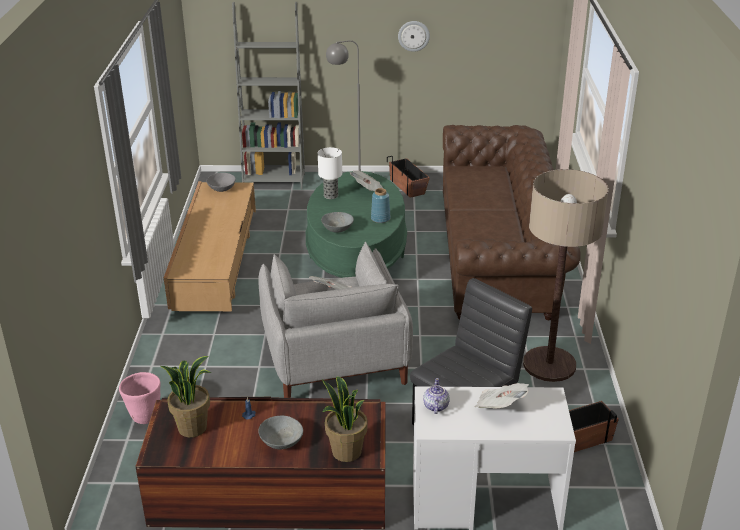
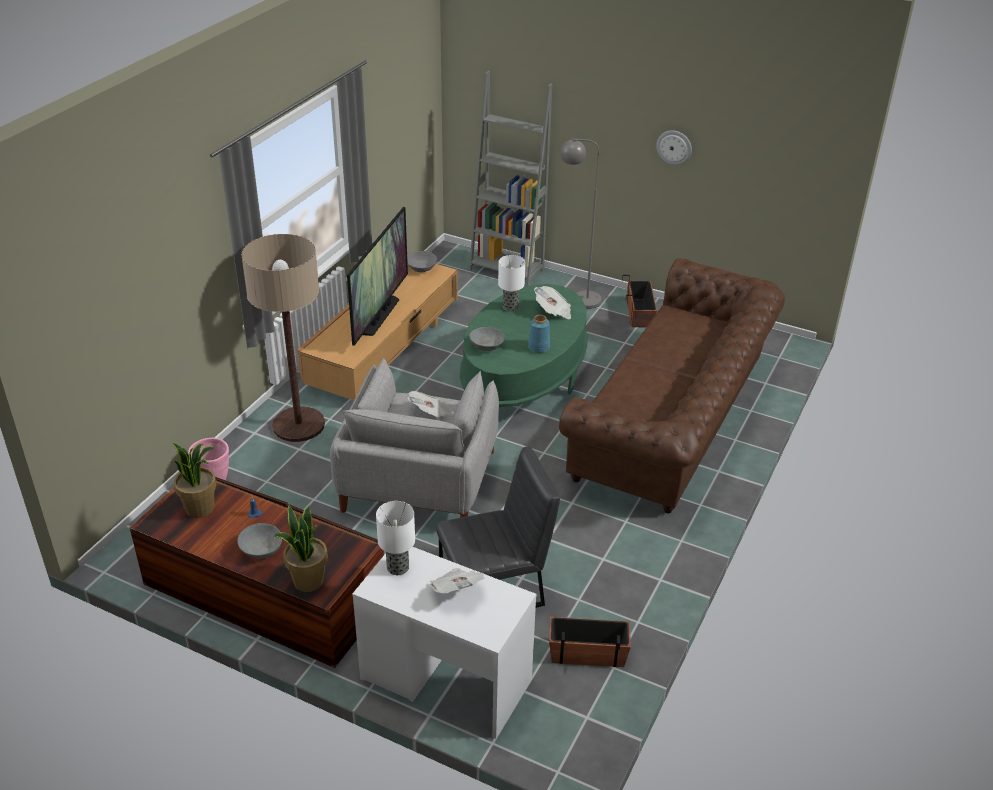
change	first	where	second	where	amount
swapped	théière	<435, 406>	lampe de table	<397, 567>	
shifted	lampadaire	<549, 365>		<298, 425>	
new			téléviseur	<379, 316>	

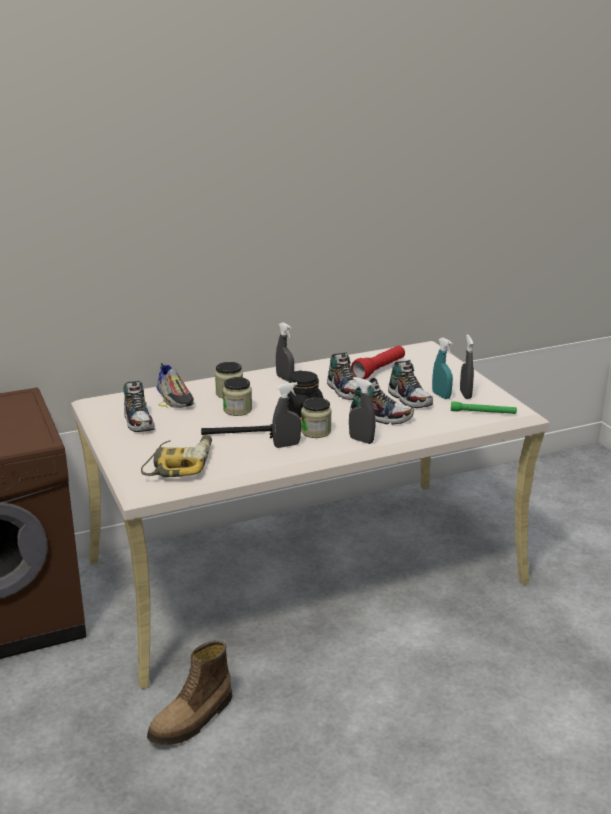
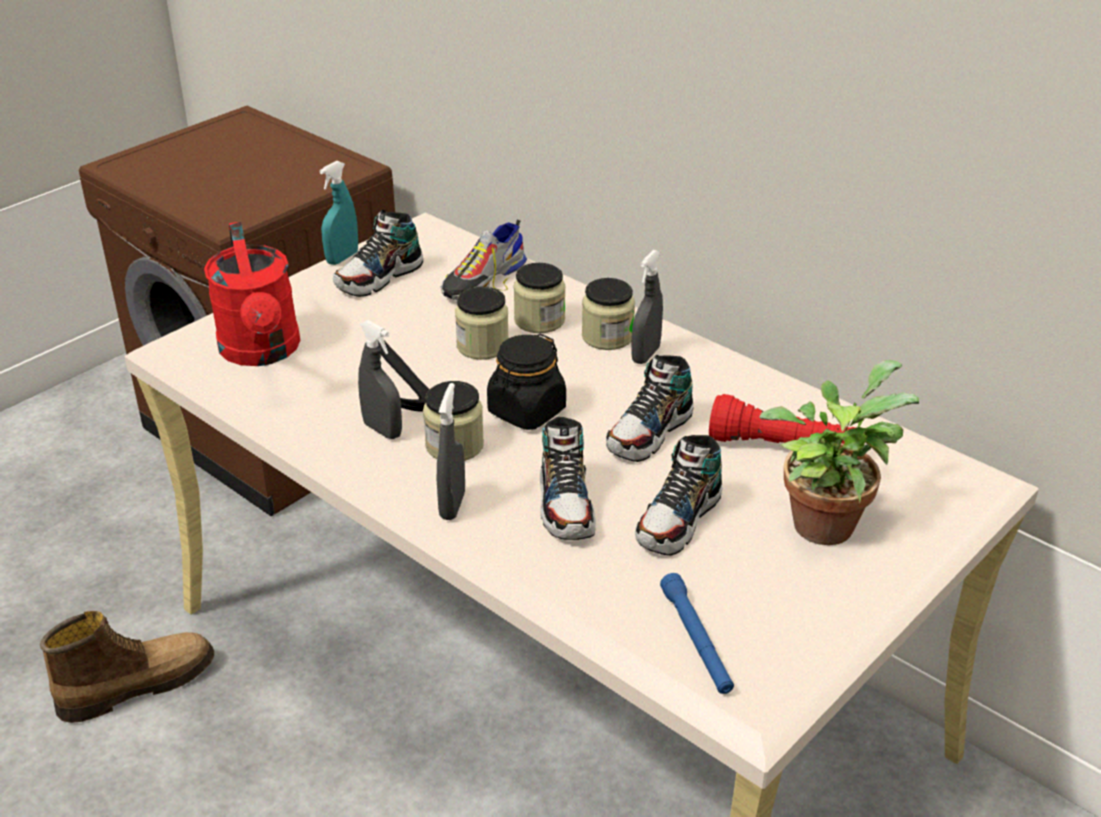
change	first	where	second	where	amount
swapped	perceuse	<180, 464>	arrosoir [rouge]	<262, 352>	
rotated	botte	<192, 720>		<137, 685>	135 degrees clockwise
shifted	vaporisateur [turquoise]	<441, 395>		<342, 258>	
repainted	lampe de poche [vert]	<483, 412>	lampe de poche [bleu]	<696, 641>	
gone	vaporisateur [gris]	<465, 394>			
new			bocal	<607, 337>	
new			plante en pot	<825, 520>	

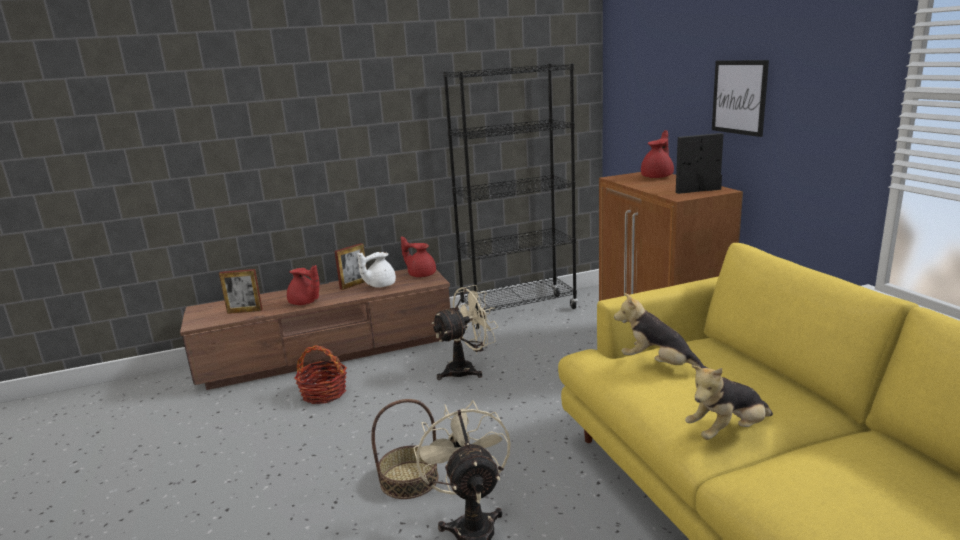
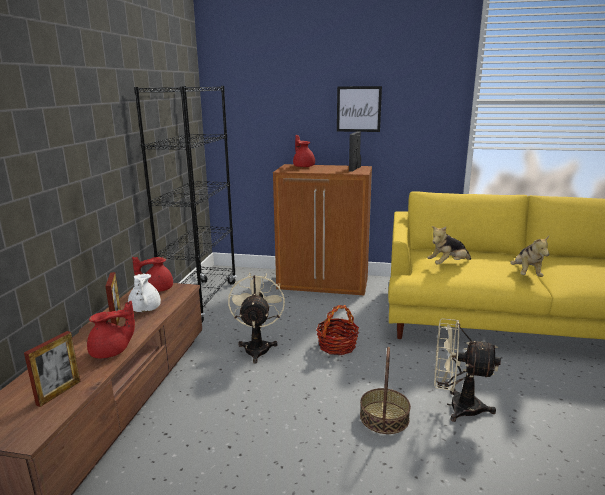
change	first	where	second	where	amount
shifted	panier	<323, 393>		<337, 346>	

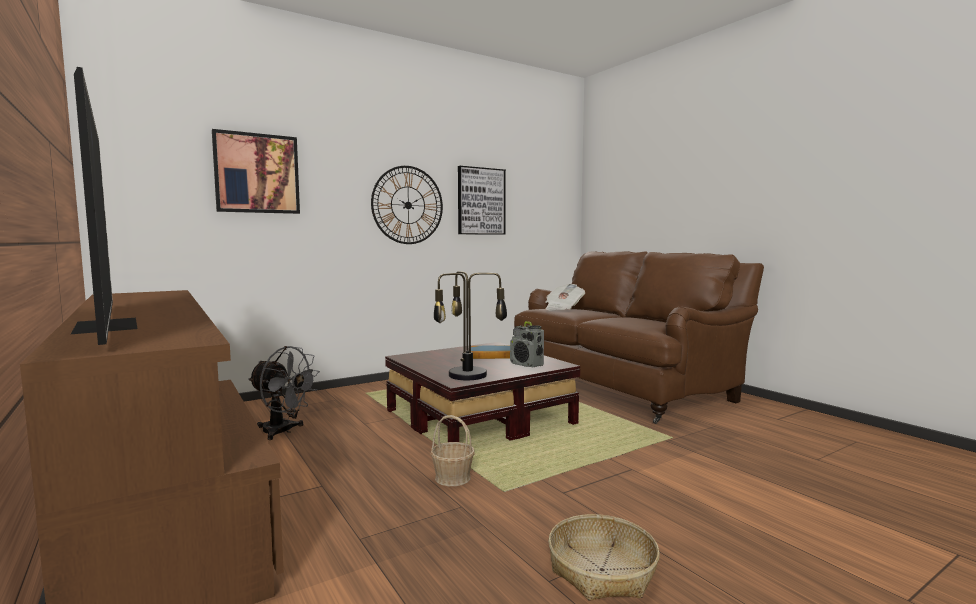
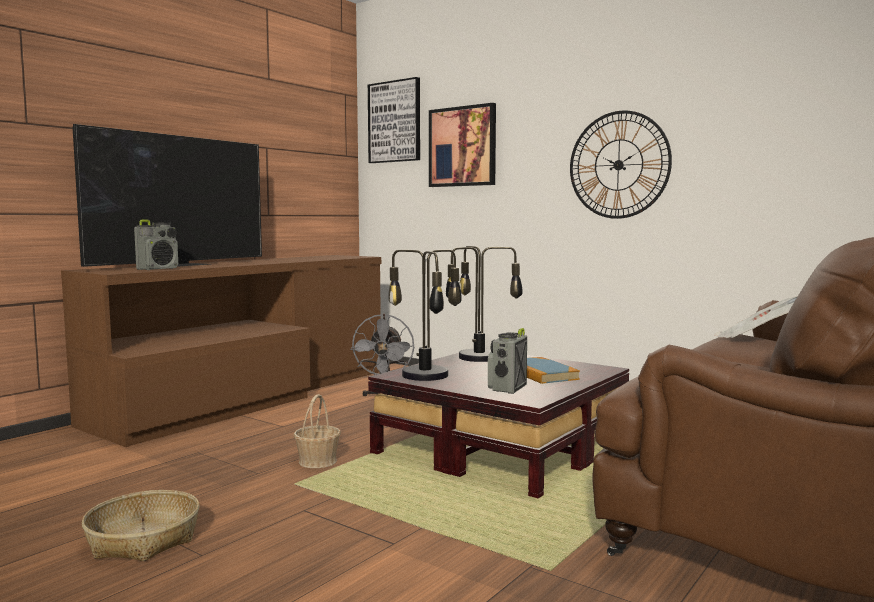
change	first	where	second	where	amount
shifted	tableau	<481, 201>		<395, 122>	
new			radio	<158, 269>	
new			lampe de table	<479, 357>	

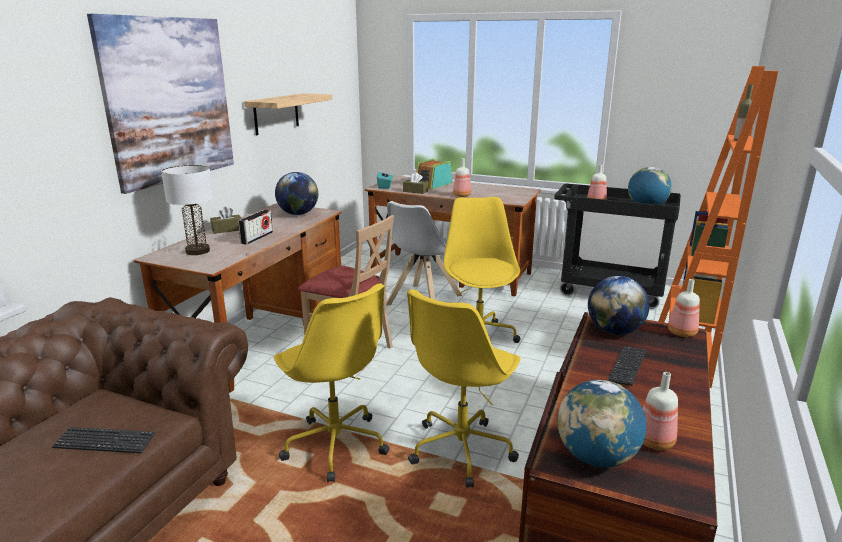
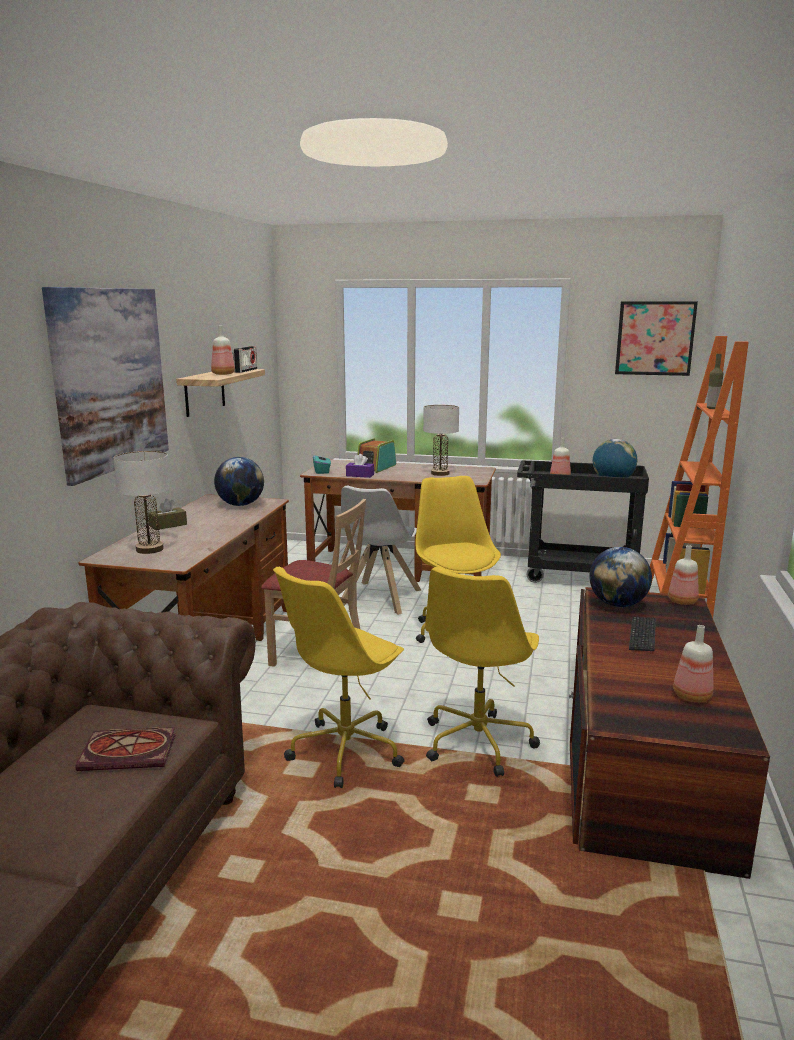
change	first	where	second	where	amount
swapped	clavier	<105, 442>	livre	<131, 752>	
shifted	radio	<257, 238>		<245, 370>	
rotated	chaise de bureau [jaune]	<337, 447>		<343, 753>	90 degrees clockwise
repainted	boîte à mouchoirs [marron]	<415, 191>	boîte à mouchoirs [violet]	<360, 475>	
shifted	bouteille	<461, 195>		<223, 374>	
gone	globe	<596, 457>			
new			lampe de table	<440, 473>	
new			tableau	<655, 338>	

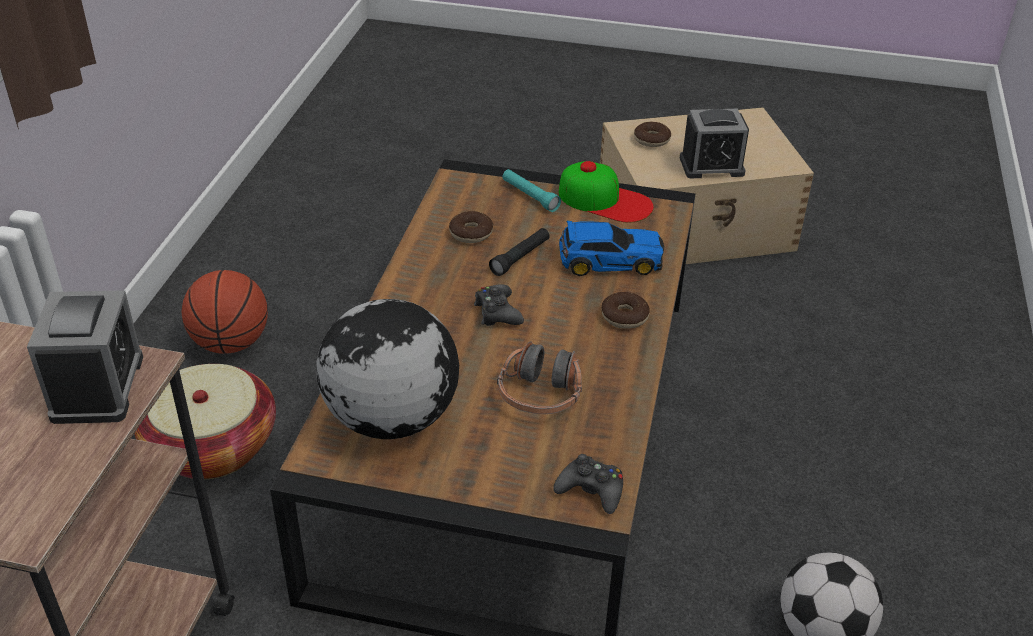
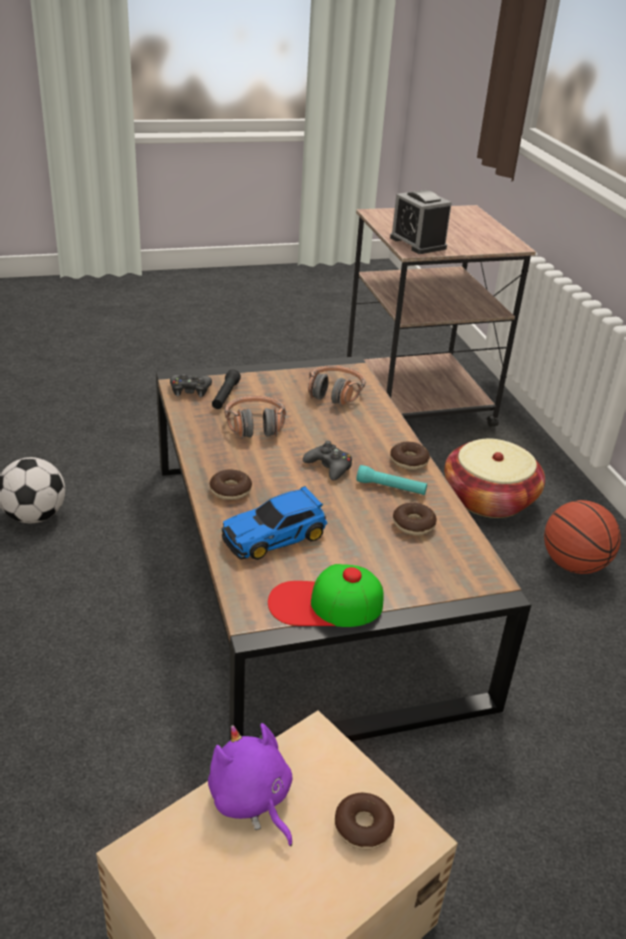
change	first	where	second	where	amount
swapped	globe	<390, 418>	casque audio	<334, 393>	
shifted	lampe de poche [noir]	<520, 258>		<225, 396>	
shifted	lampe de poche [turquoise]	<530, 196>		<391, 488>	
swapped	réveil	<711, 166>	peluche [violet]	<251, 800>	
new			beignet	<409, 461>	

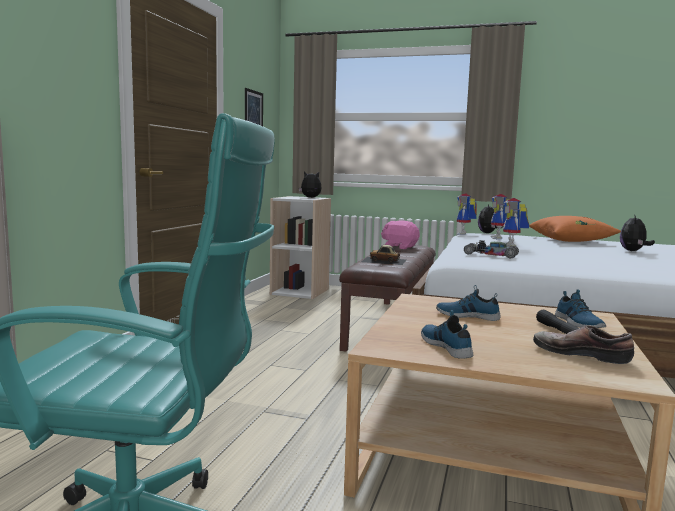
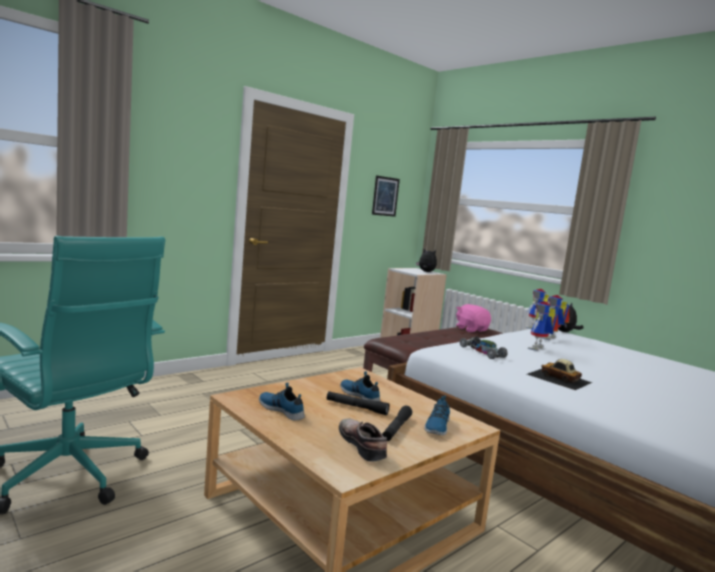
change	first	where	second	where	amount
shifted	petite voiture	<384, 260>		<559, 378>	
rotated	chaussure	<446, 346>		<281, 409>	60 degrees counterclockwise
gone	coussin [orange]	<570, 241>			
gone	peluche	<633, 251>			
new			lampe de poche [noir]	<356, 407>	

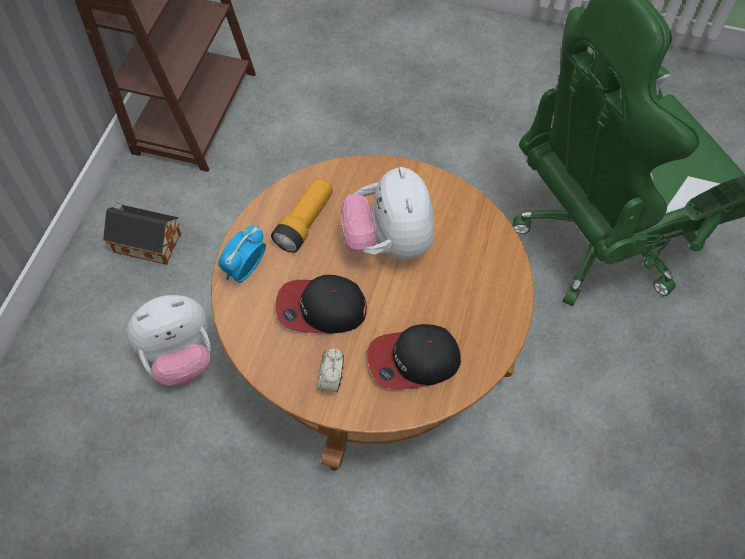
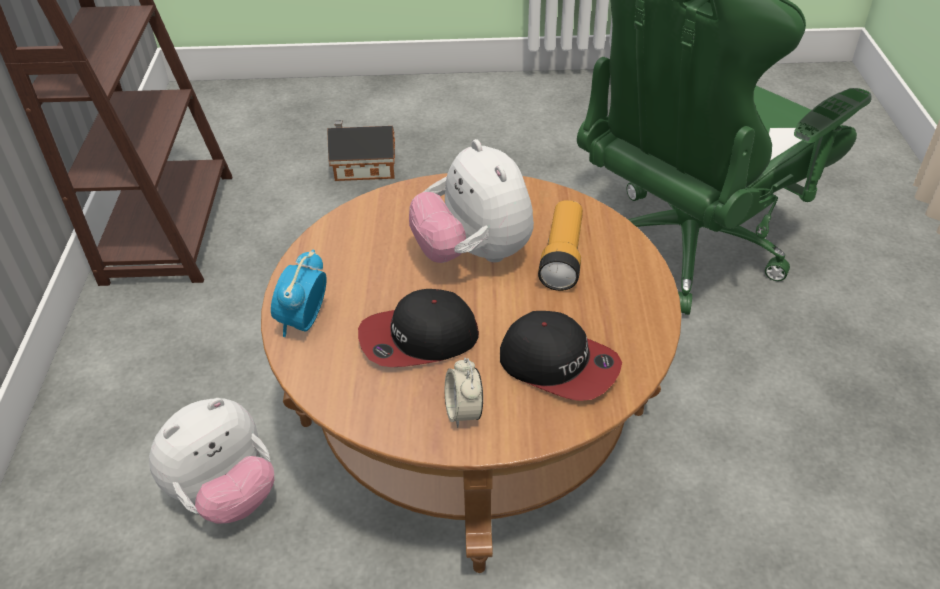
change	first	where	second	where	amount
shifted	maison miniature	<145, 242>		<362, 167>	
shifted	lampe de poche	<304, 223>		<562, 257>	
rotated	casquette	<413, 360>		<559, 364>	120 degrees counterclockwise

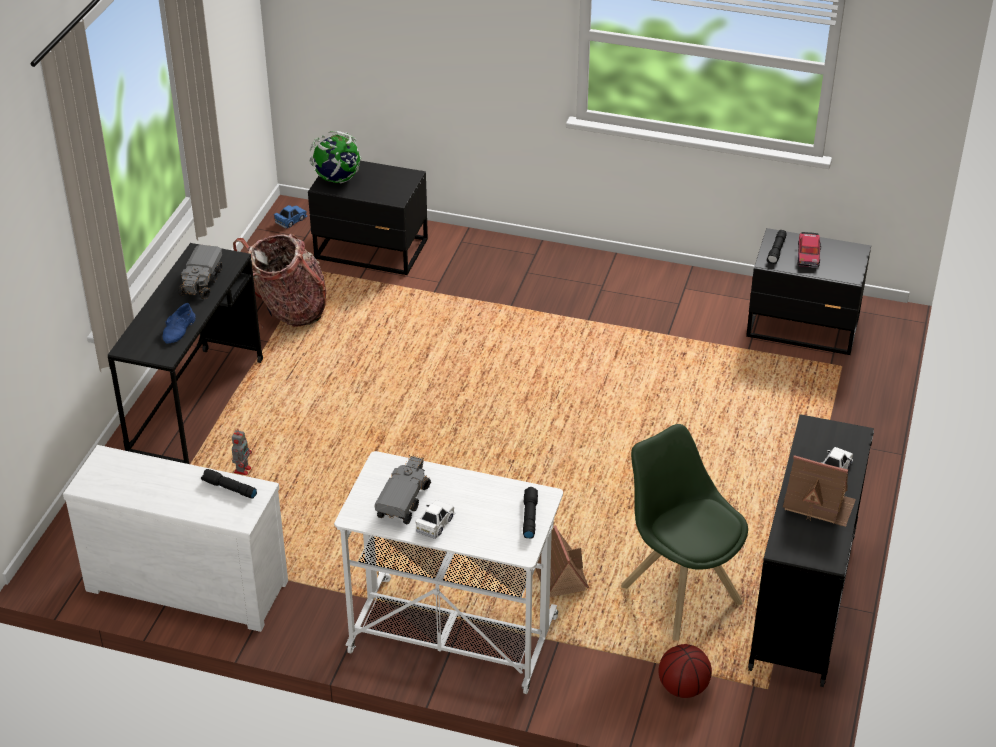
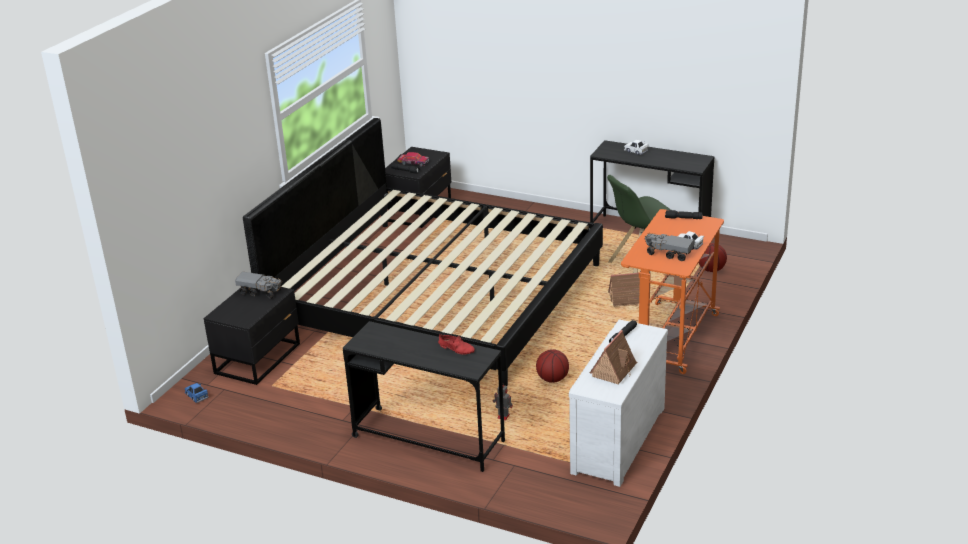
change	first	where	second	where	amount
repainted	chaussure [bleu]	<180, 330>	chaussure [rouge]	<457, 348>	
shifted	camion jouet	<201, 283>		<261, 292>	
gone	sac à dos	<288, 312>			
gone	globe	<337, 179>			
repainted	bureau [blanc]	<452, 635>	bureau [orange]	<670, 337>	
shifted	maison miniature	<818, 504>		<614, 370>	
new			lit	<437, 296>	
new			ballon de basket	<552, 379>	

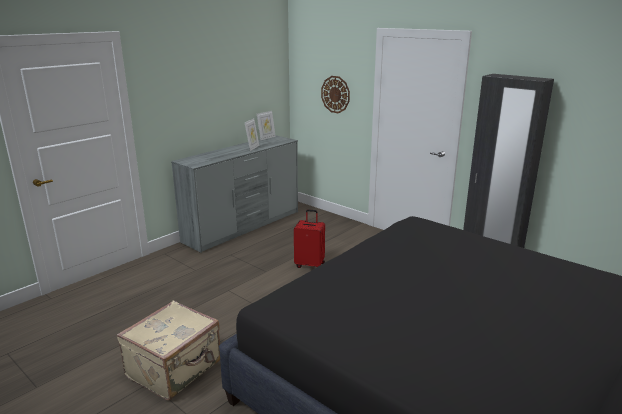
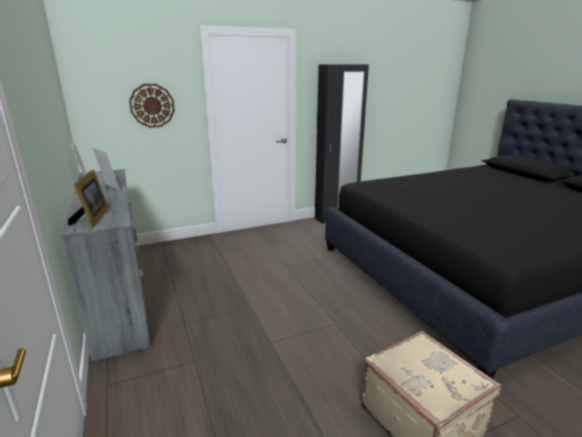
change	first	where	second	where	amount
gone	valise [rouge]	<310, 265>			
new			cadre photo	<92, 218>	

